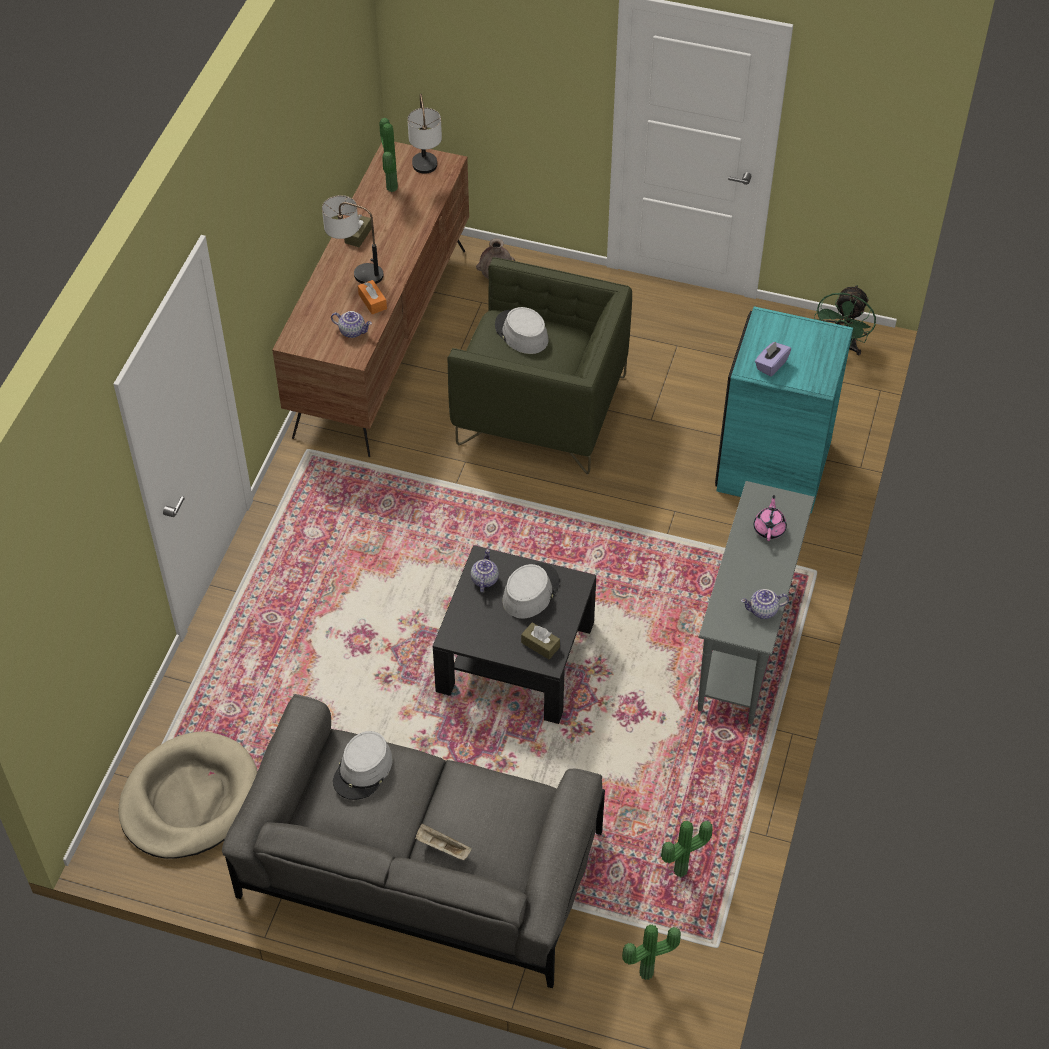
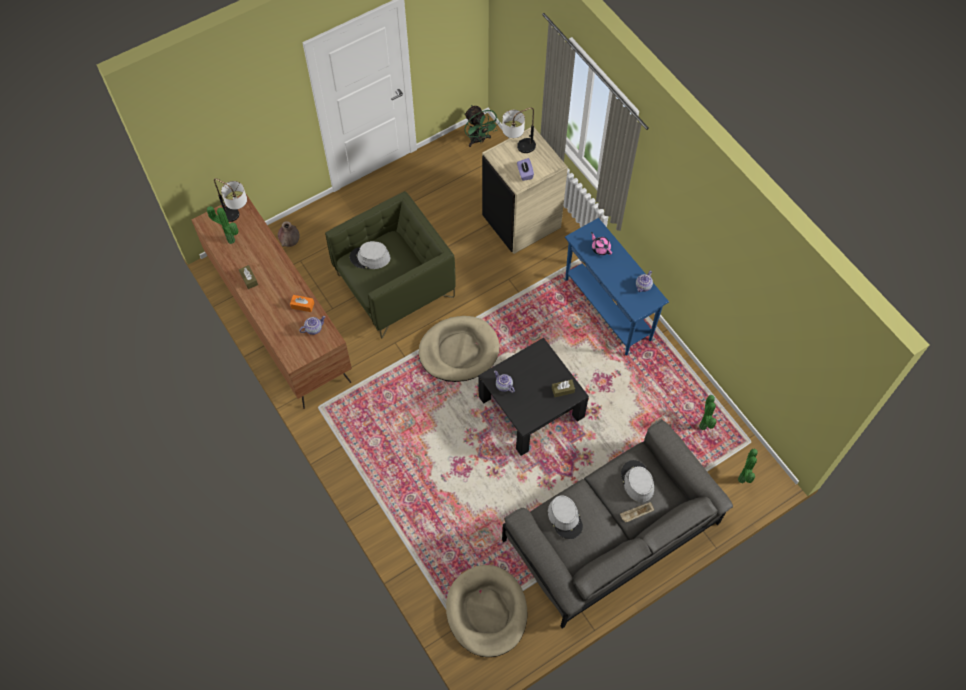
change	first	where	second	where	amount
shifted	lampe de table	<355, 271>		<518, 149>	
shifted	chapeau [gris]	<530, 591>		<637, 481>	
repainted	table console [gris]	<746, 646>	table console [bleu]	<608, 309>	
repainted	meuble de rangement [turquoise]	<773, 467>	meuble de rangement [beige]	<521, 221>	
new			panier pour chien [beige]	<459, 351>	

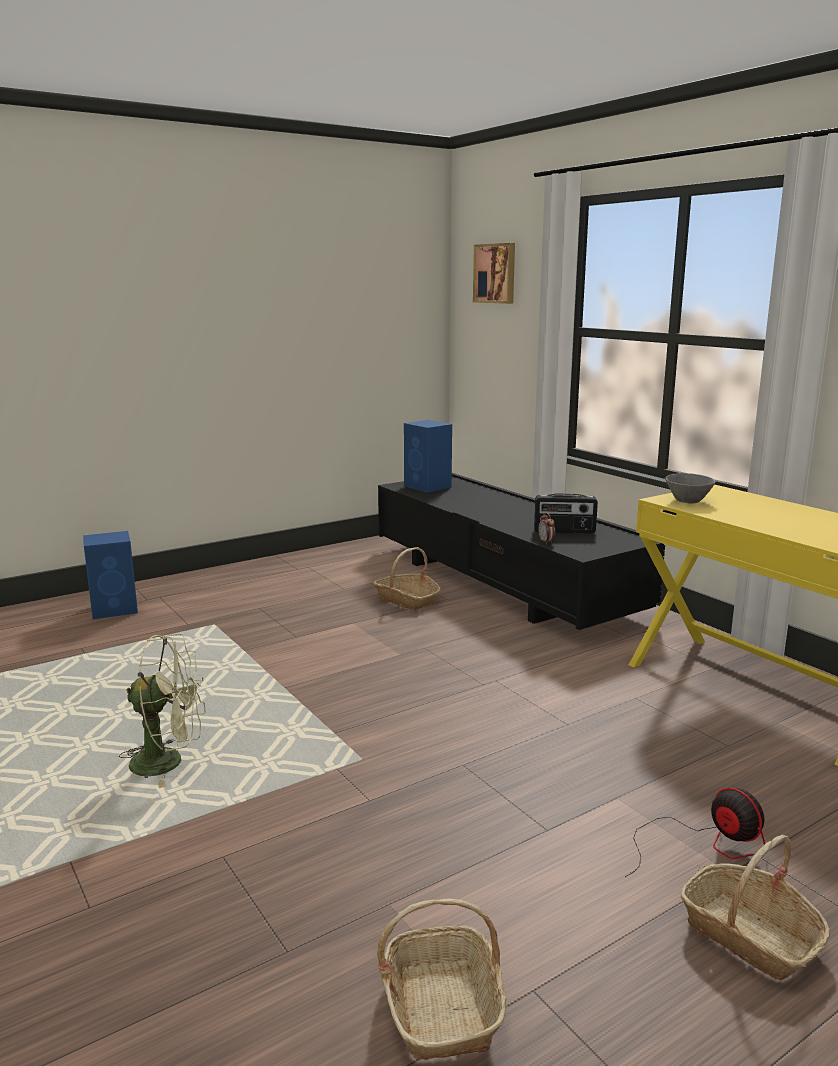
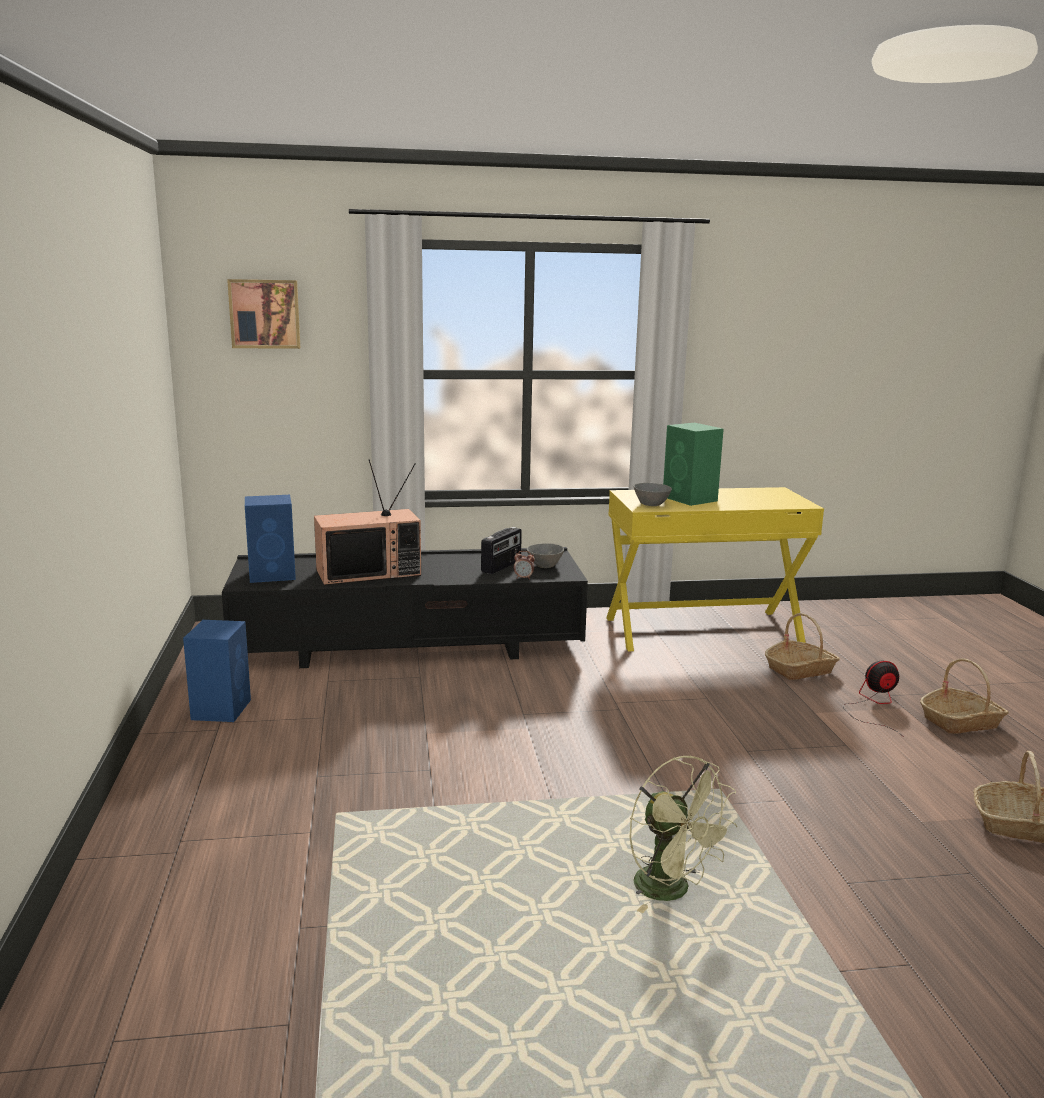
change	first	where	second	where	amount
shifted	enceinte [bleu]	<116, 609>		<222, 709>	
rotated	ventilateur [vert]	<168, 762>		<672, 891>	120 degrees clockwise
shifted	panier	<407, 600>		<800, 670>	
new			téléviseur	<369, 572>	
new			bol [gris]	<544, 565>	
new			enceinte [vert]	<690, 499>	

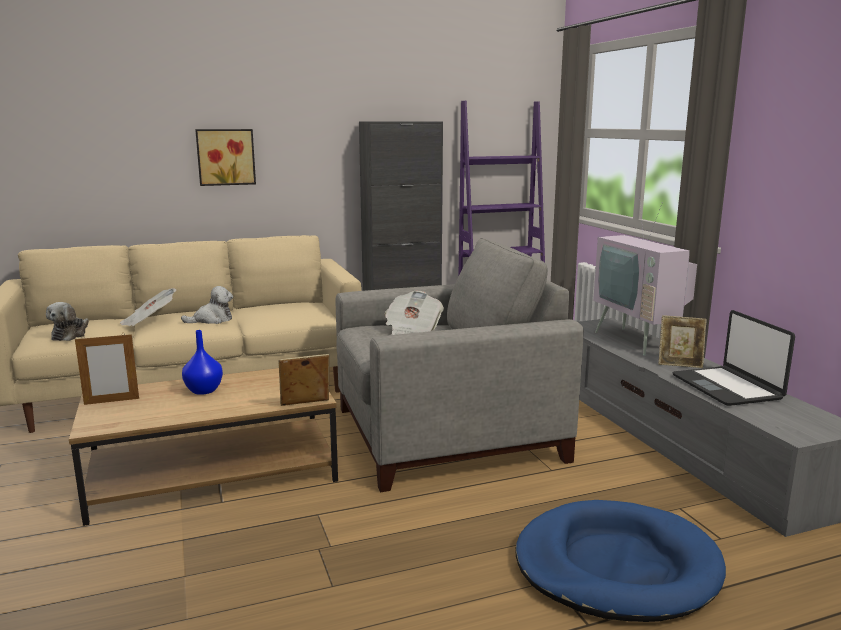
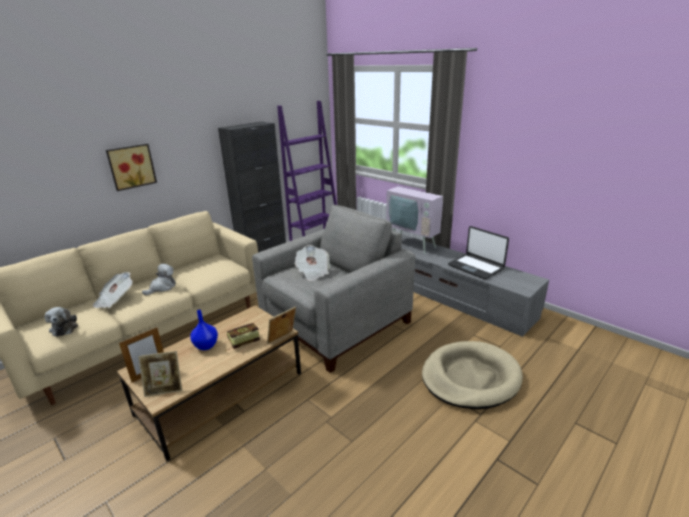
change	first	where	second	where	amount
repainted	panier pour chien [bleu]	<616, 566>	panier pour chien [beige]	<470, 377>	
shifted	cadre photo	<680, 364>		<165, 389>	
new			livre	<240, 343>	

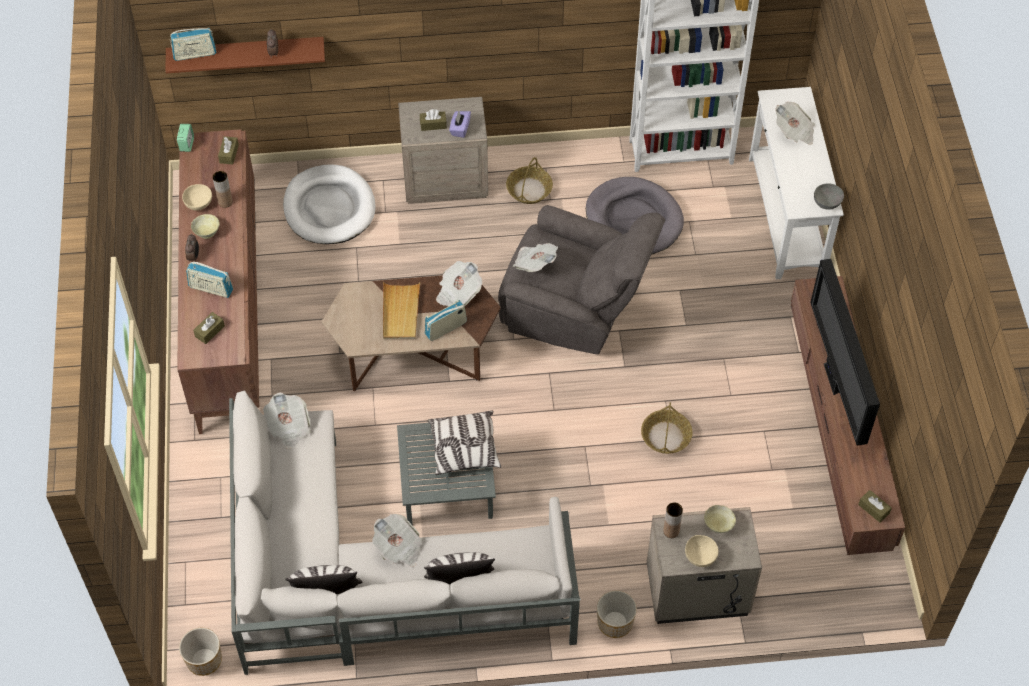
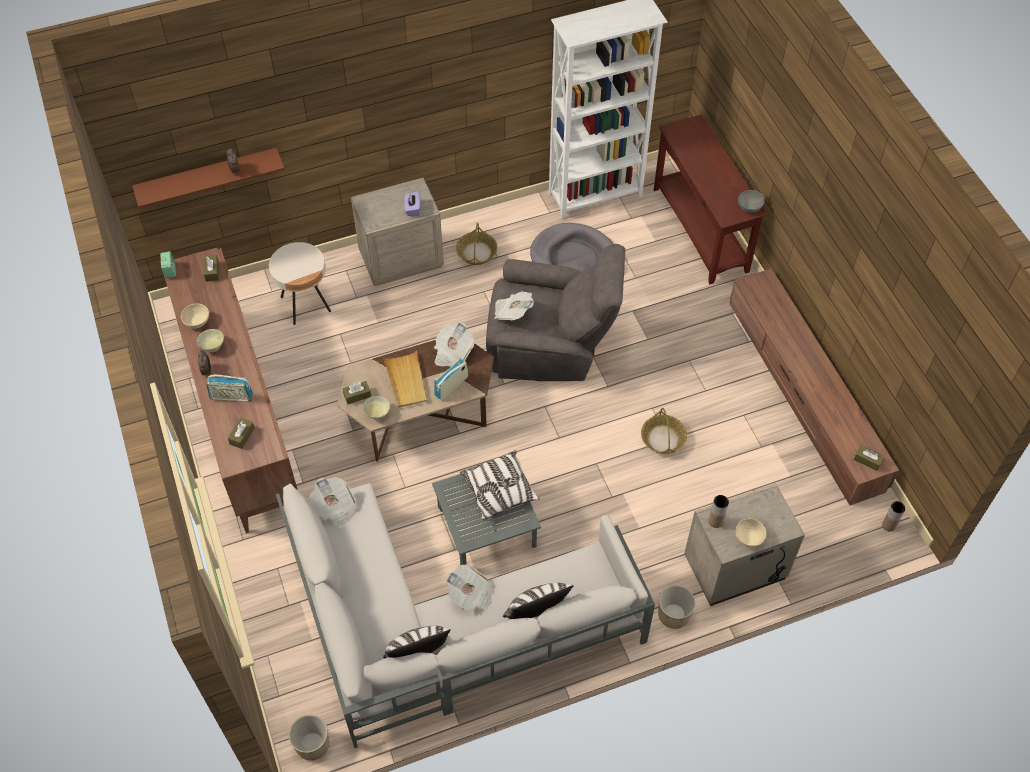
change	first	where	second	where	amount
gone	radio	<194, 54>			
shifted	vase [marron]	<225, 202>		<888, 525>	
swapped	panier pour chien [blanc]	<329, 208>	table d'appoint [beige]	<305, 304>	
shifted	boîte à mouchoirs [marron]	<433, 124>		<357, 395>	
shifted	bol [beige]	<718, 525>		<377, 413>	
repainted	table console [blanc]	<787, 216>	table console [marron]	<701, 230>	
gone	journal	<794, 132>			
gone	téléviseur	<834, 381>			

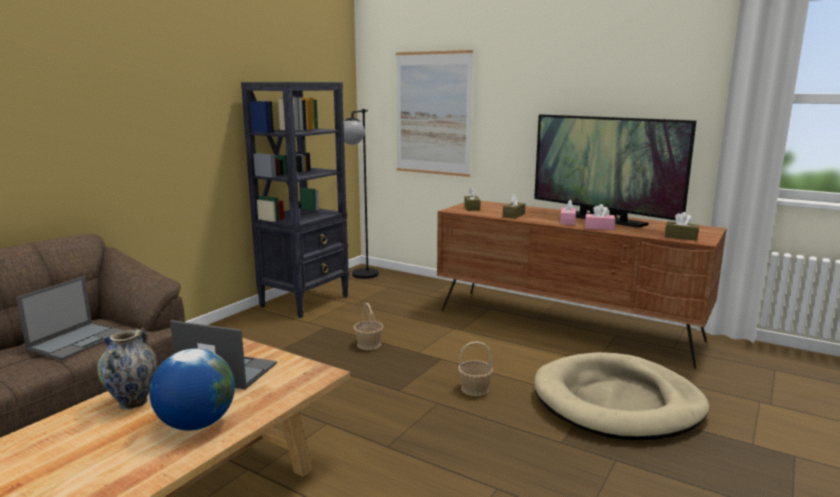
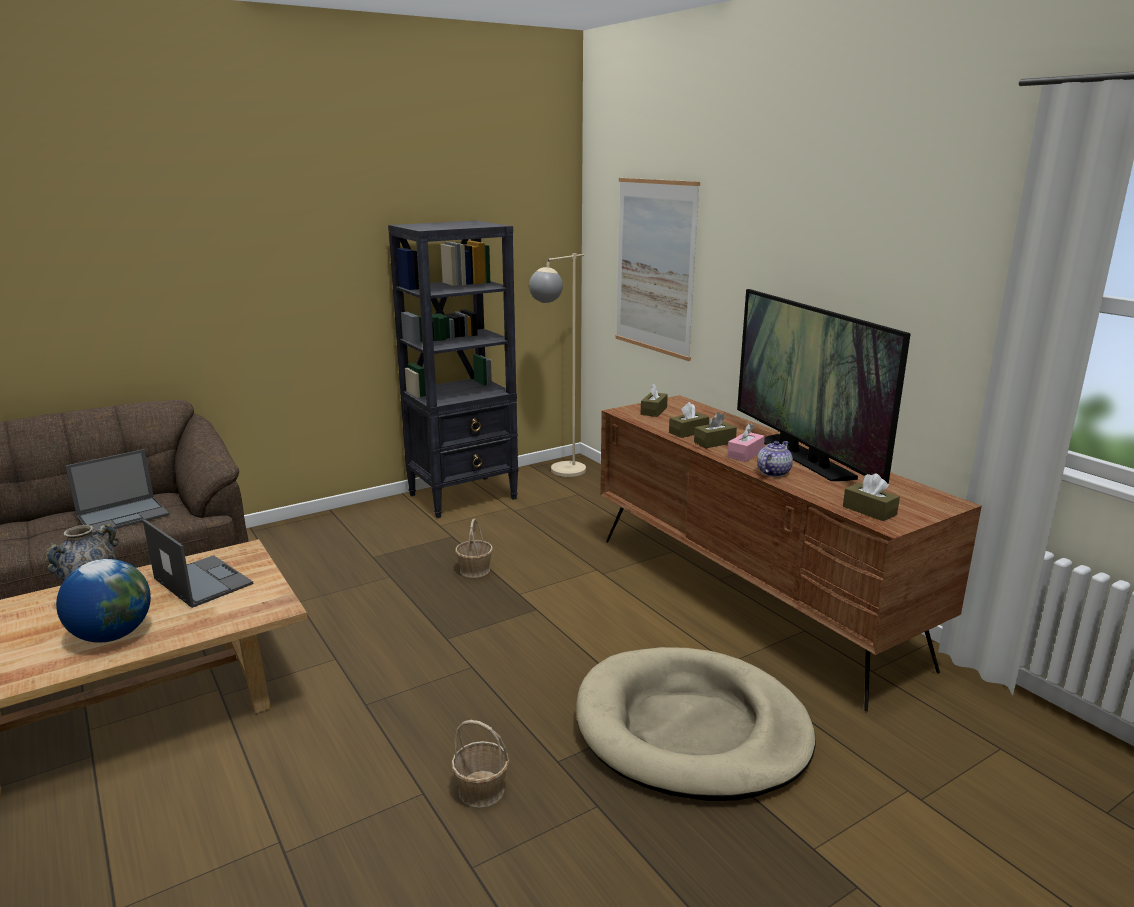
change	first	where	second	where	amount
repainted	lampadaire [noir]	<361, 277>	lampadaire [beige]	<560, 474>	
shifted	panier	<475, 389>		<481, 790>	
swapped	boîte à mouchoirs [rose]	<599, 227>	théière	<772, 472>	
new			boîte à mouchoirs [marron]	<714, 442>	

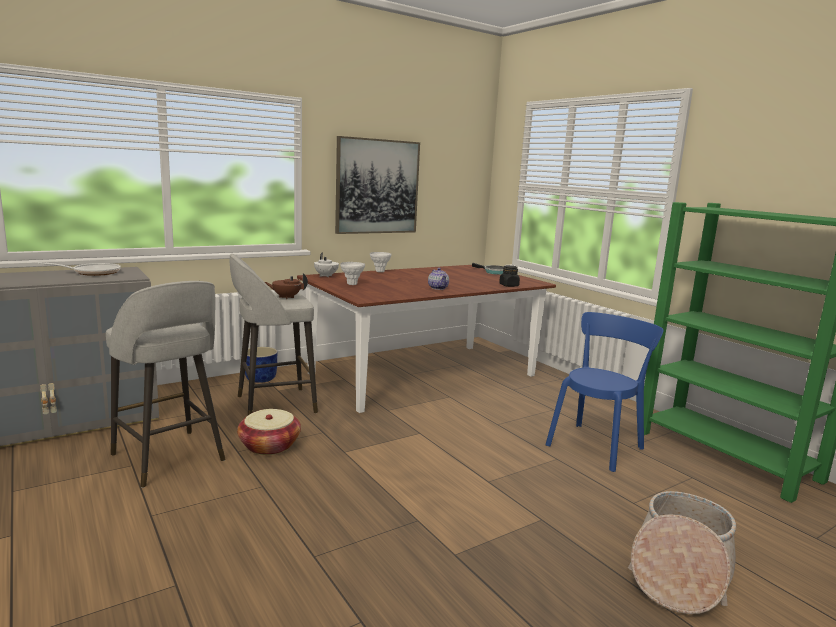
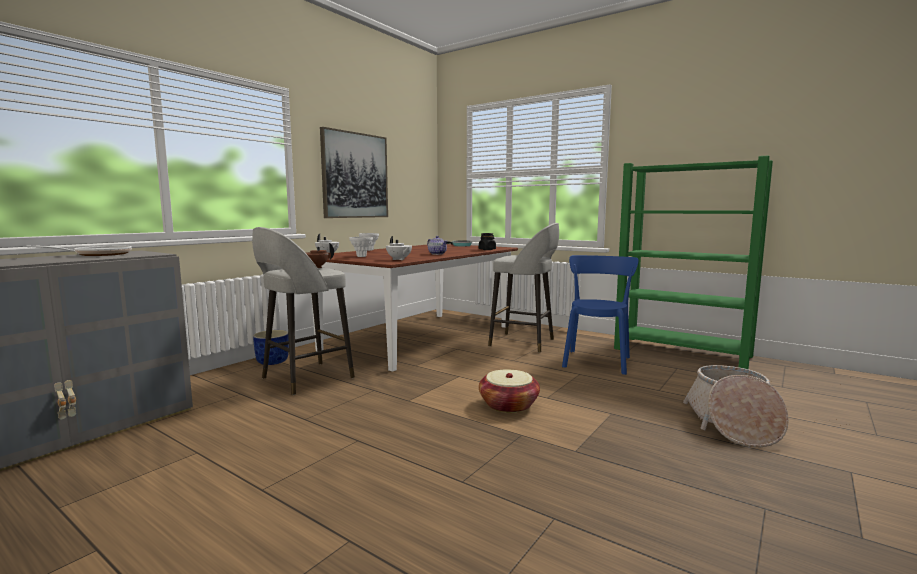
change	first	where	second	where	amount
shifted	tabouret [gris]	<169, 459>		<524, 343>	
shifted	panier	<269, 446>		<508, 405>	
new			théière [blanc]	<399, 259>	

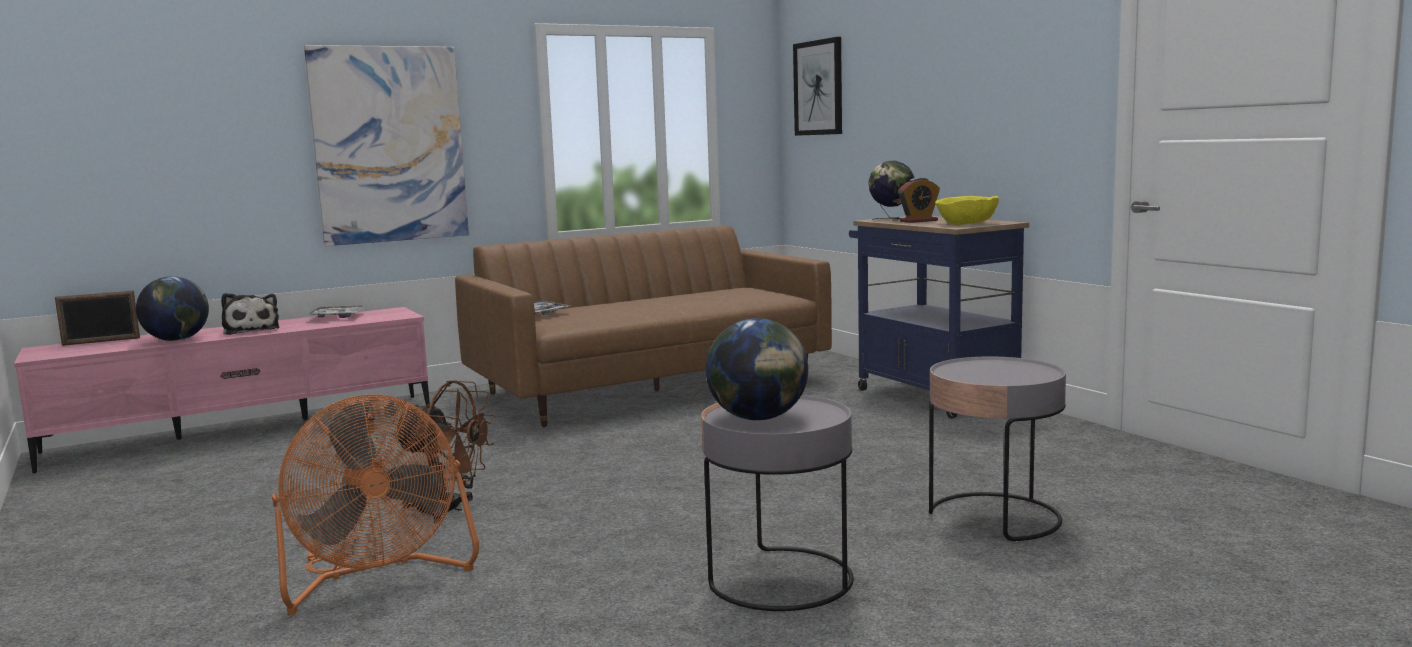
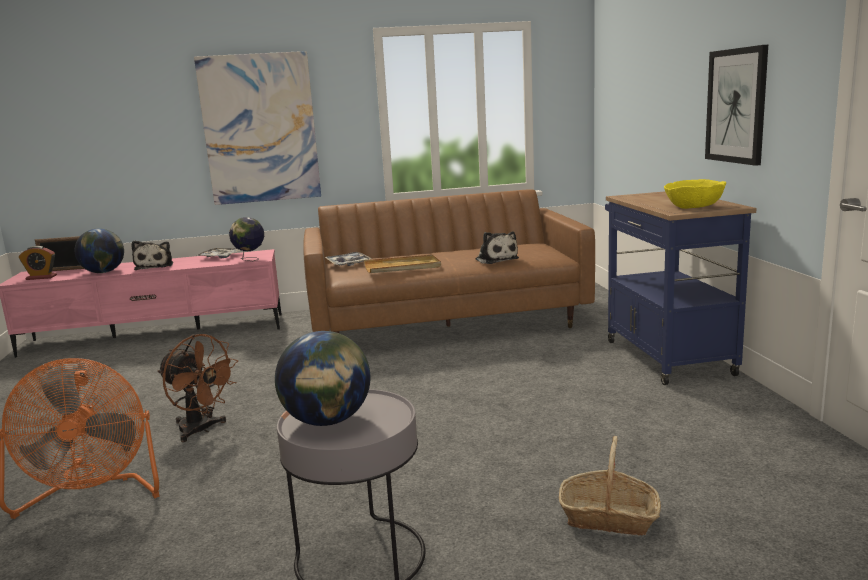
change	first	where	second	where	amount
shifted	tableau	<818, 88>		<736, 106>	
shifted	globe	<891, 219>		<250, 260>	
shifted	réveil	<918, 221>		<41, 277>	
swapped	table d'appoint [gris]	<995, 517>	panier	<608, 517>	
new			plateau [beige]	<402, 267>	
new			peluche	<495, 259>	

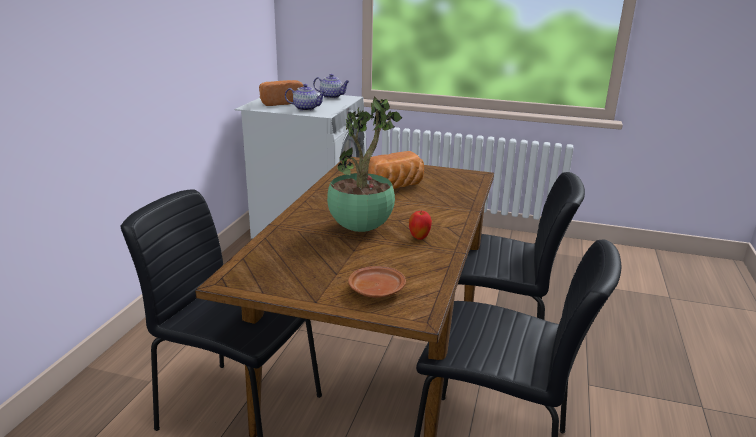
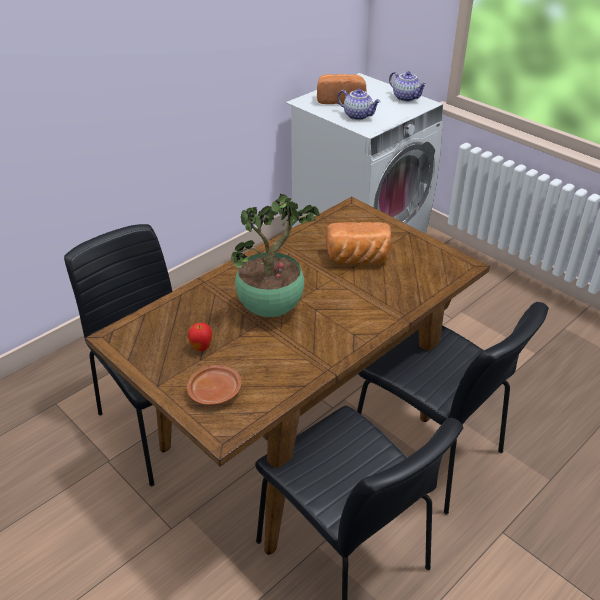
change	first	where	second	where	amount
shifted	pomme	<419, 237>		<201, 348>	

